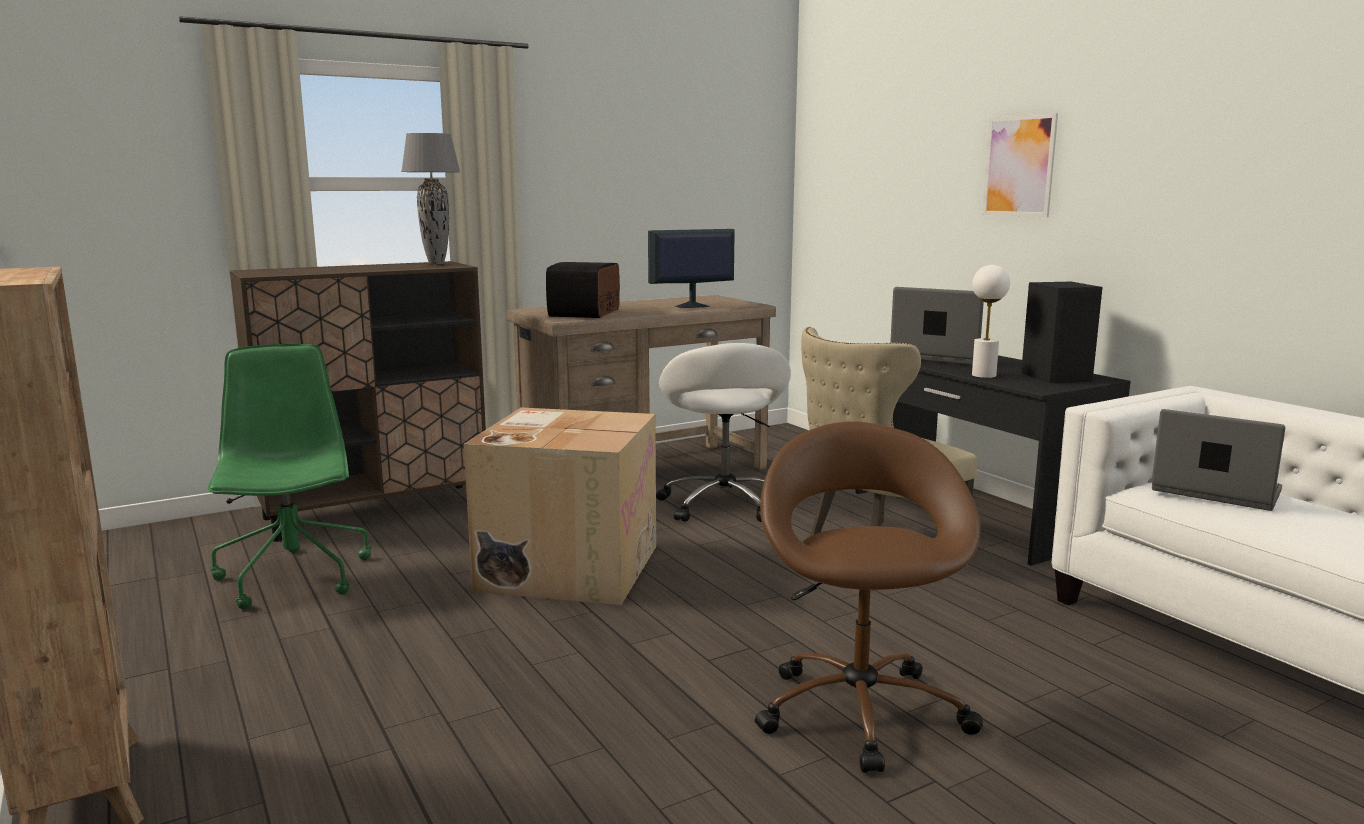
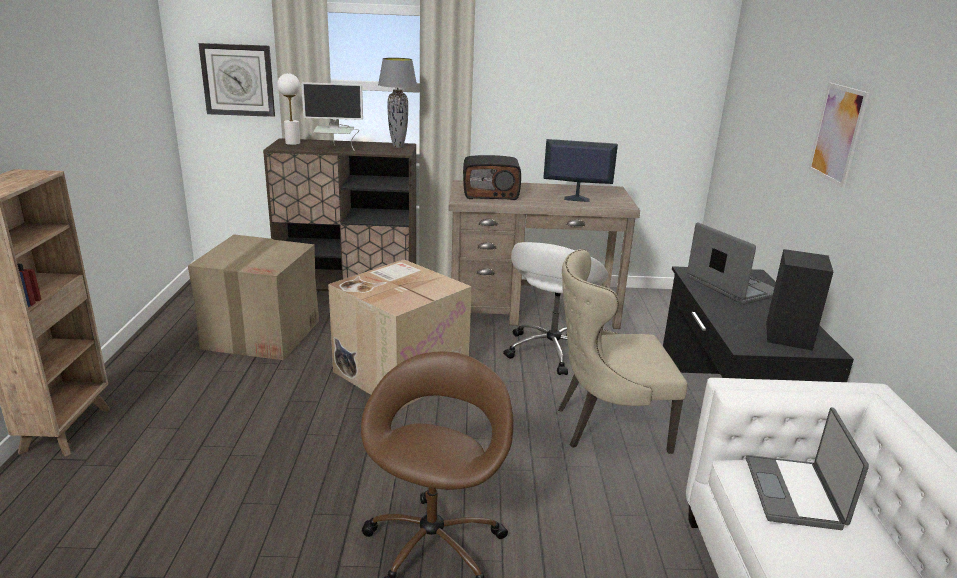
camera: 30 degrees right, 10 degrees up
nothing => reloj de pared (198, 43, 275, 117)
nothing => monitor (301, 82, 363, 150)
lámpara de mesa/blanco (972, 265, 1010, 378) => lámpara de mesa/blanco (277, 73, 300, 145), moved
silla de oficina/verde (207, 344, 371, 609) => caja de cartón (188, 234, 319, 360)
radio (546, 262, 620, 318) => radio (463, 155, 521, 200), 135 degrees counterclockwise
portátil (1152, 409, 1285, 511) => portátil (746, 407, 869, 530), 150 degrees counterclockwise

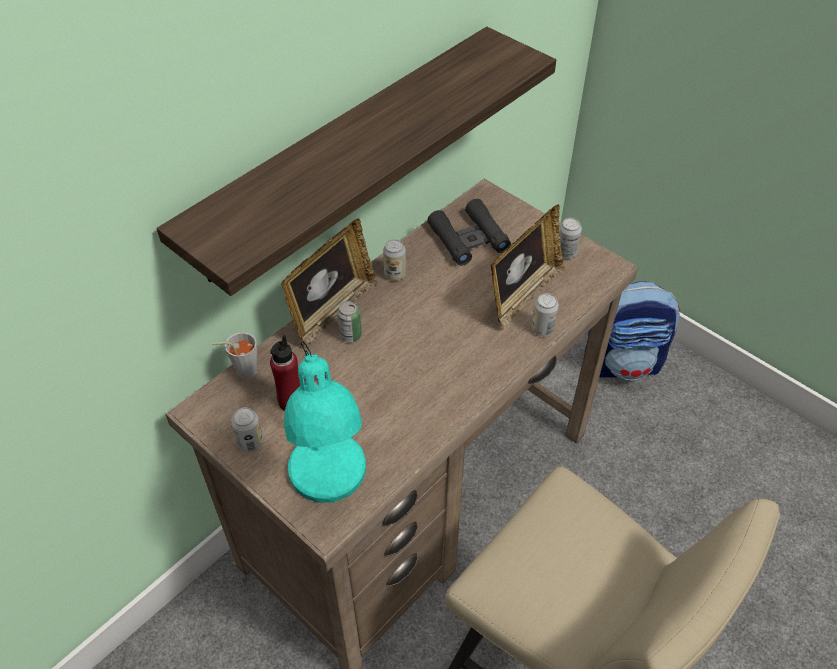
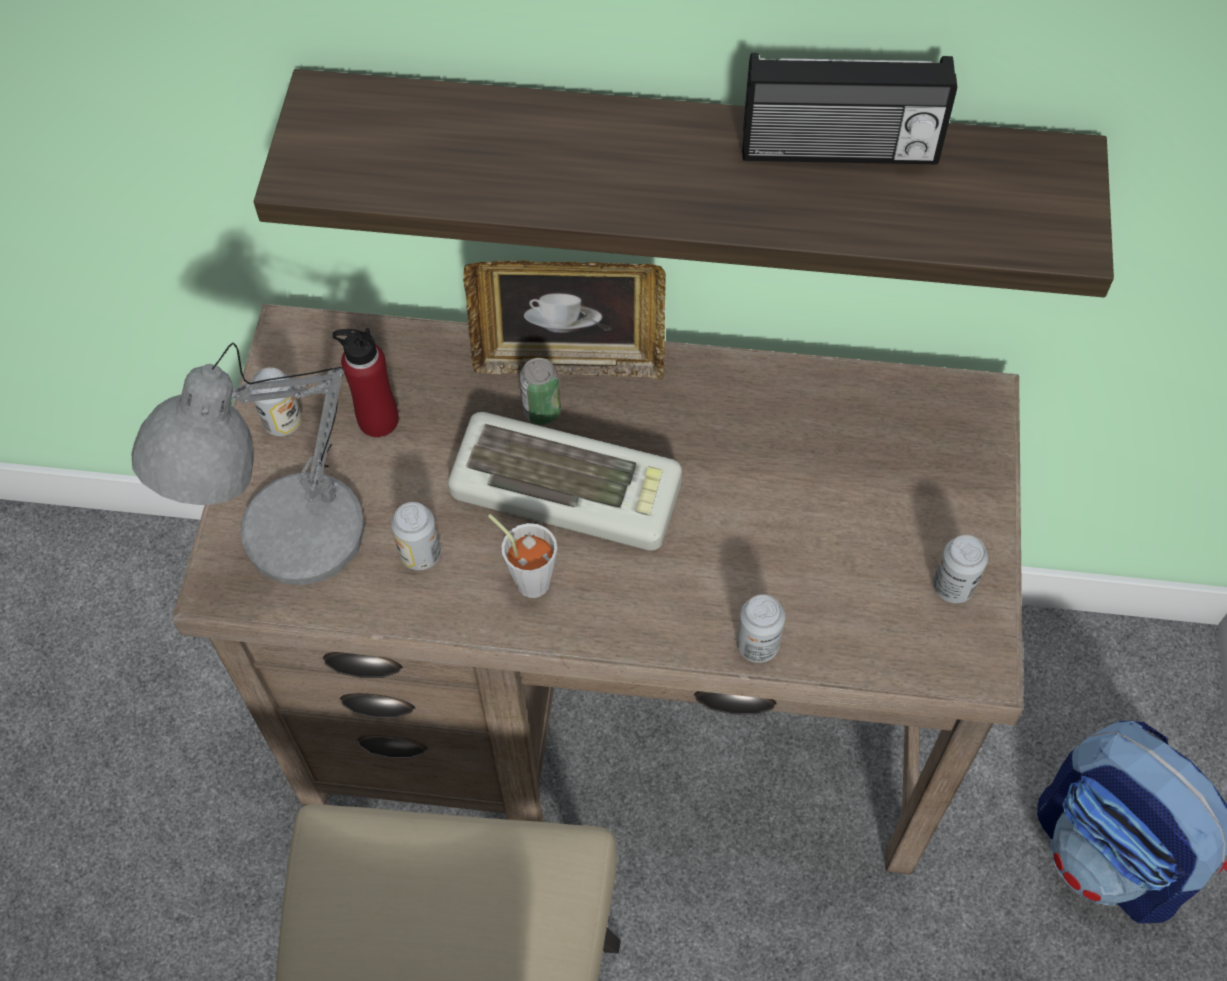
camera: 55 degrees right, 10 degrees up
prismáticos/negro (427, 199, 511, 266) => nothing
portarretratos (491, 205, 565, 329) => nothing
nothing => teclado (448, 412, 682, 551)
nothing => radio (742, 53, 957, 165)
taza/gris (212, 332, 257, 379) => taza/gris (488, 514, 557, 598), moved
lata (383, 239, 406, 281) => lata (391, 502, 441, 570), moved
lámpara de mesa/turquesa (284, 341, 366, 503) => lámpara de mesa/gris (132, 343, 365, 585)

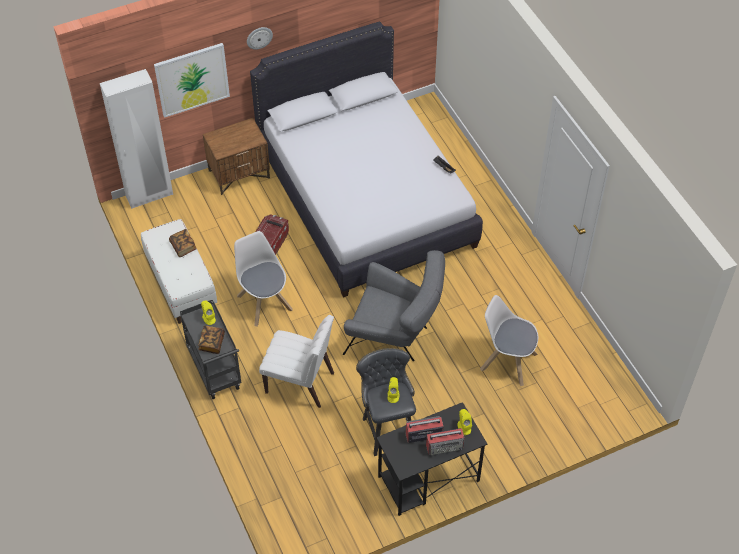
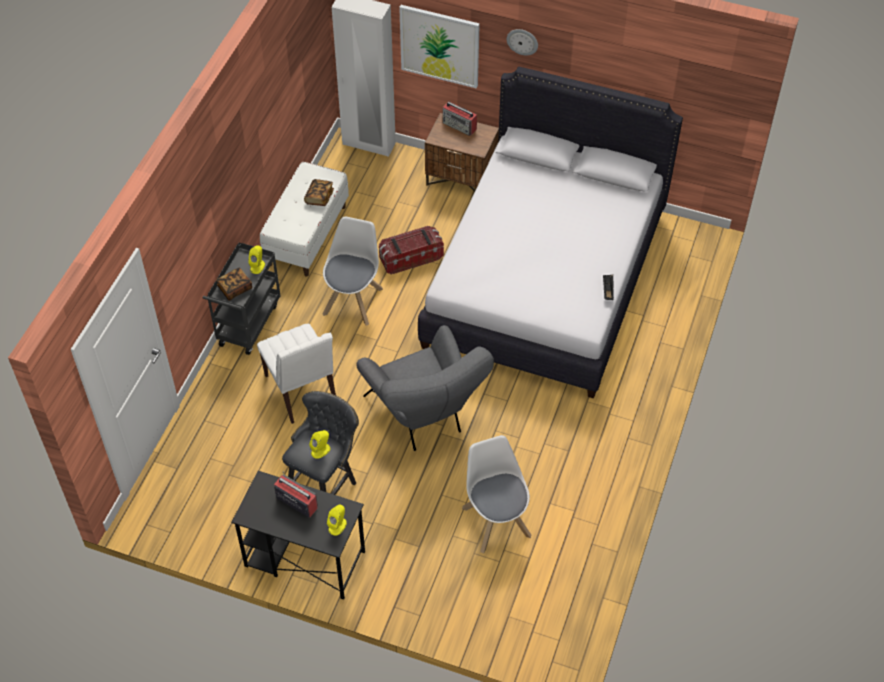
camera: 45 degrees right, 0 degrees up
radio (426, 428, 465, 456) => radio (443, 101, 477, 136), moved

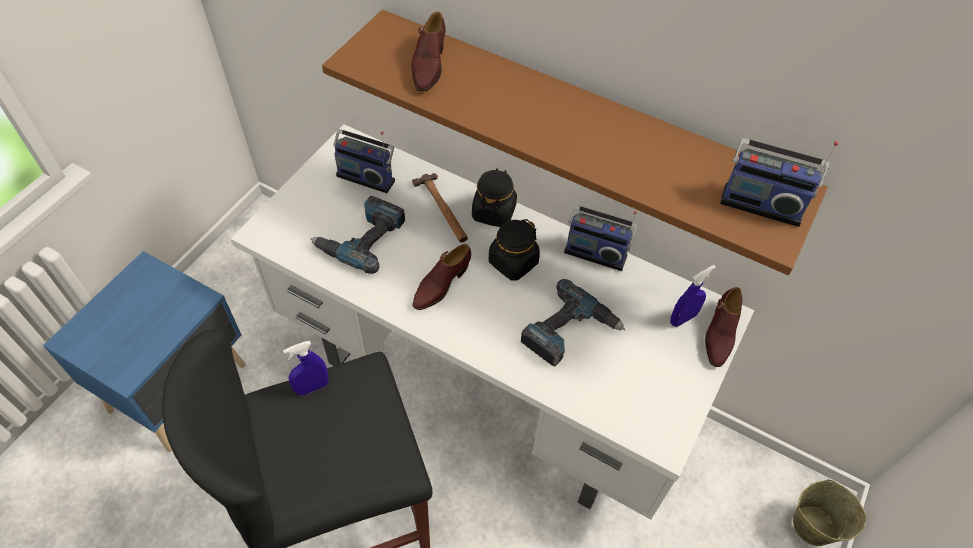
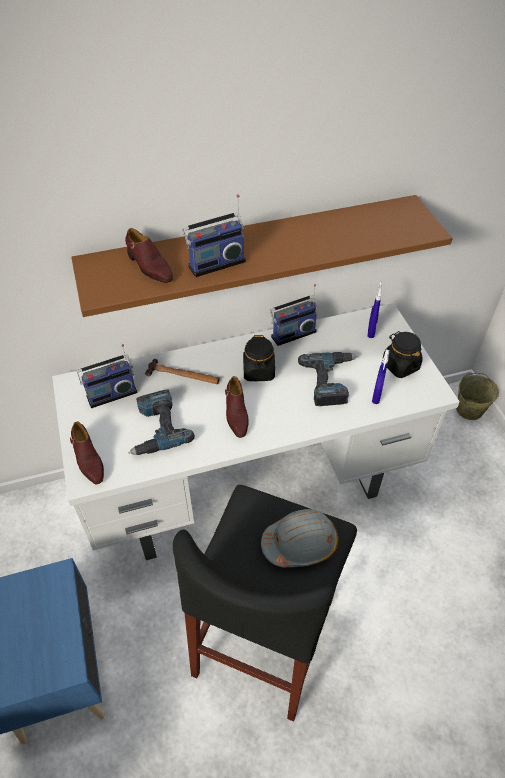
camera: 45 degrees left, 5 degrees down
nothing => casco/gris (261, 509, 338, 567)
pulverizador/azul (283, 341, 329, 396) => pulverizador/azul (372, 350, 389, 404), moved
tarro/negro (472, 168, 517, 227) => tarro/negro (382, 331, 422, 378), moved
zapato/marrón (705, 287, 742, 367) => zapato/marrón (70, 421, 104, 484), moved
radio (720, 138, 839, 227) => radio (182, 194, 246, 277), moved

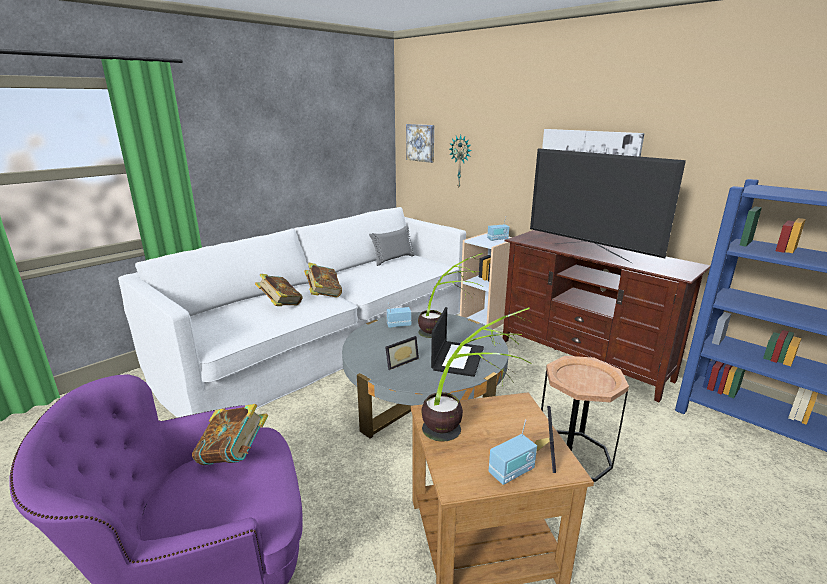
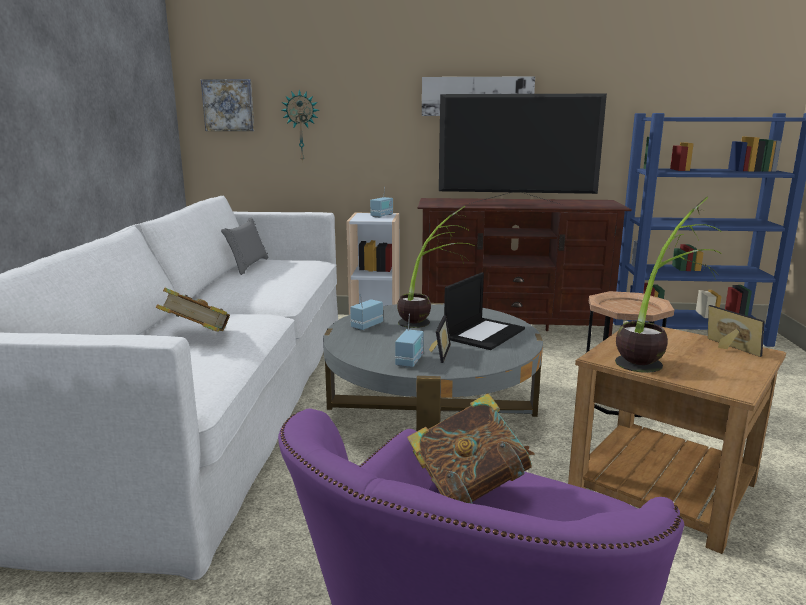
camera: 40 degrees left, 5 degrees down
libro (304, 263, 342, 297) => nothing
radio (489, 420, 537, 485) => radio (395, 314, 424, 368), moved
portátil (431, 307, 484, 377) => portátil (444, 272, 525, 350), 60 degrees clockwise

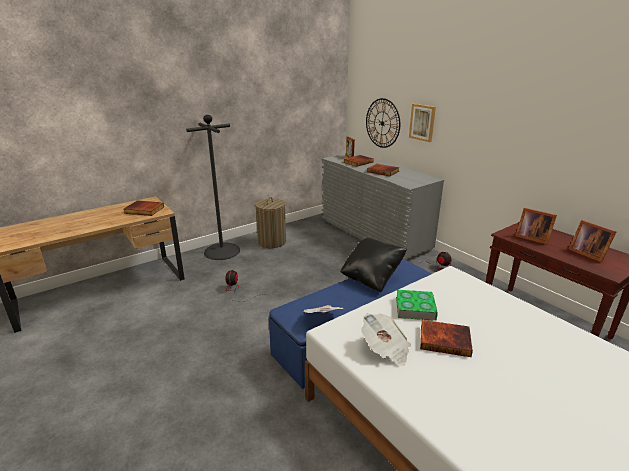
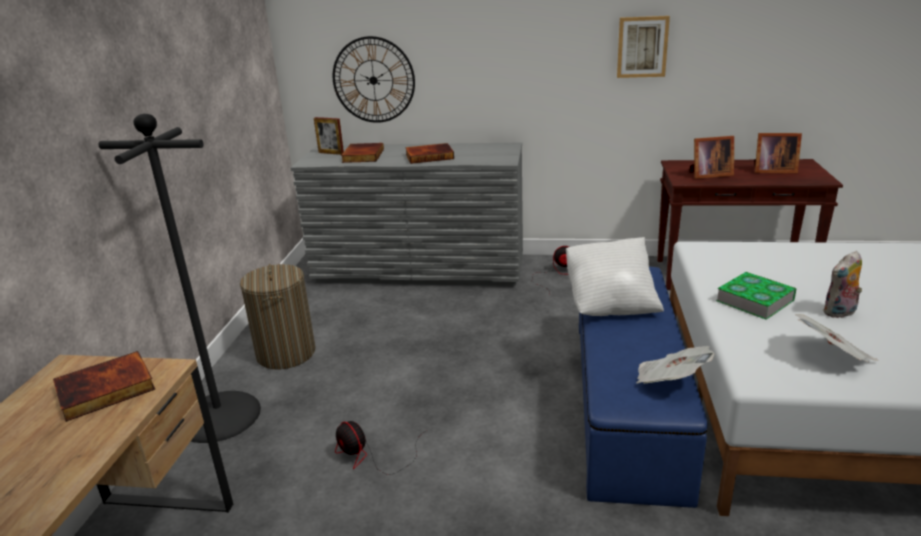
camera: 45 degrees left, 0 degrees up
cuadro (409, 104, 436, 142) => cuadro (617, 16, 670, 78), moved
libro (420, 320, 473, 357) => peluche (823, 251, 862, 318)
cojín/negro (340, 238, 407, 292) => cojín/blanco (566, 237, 664, 316)

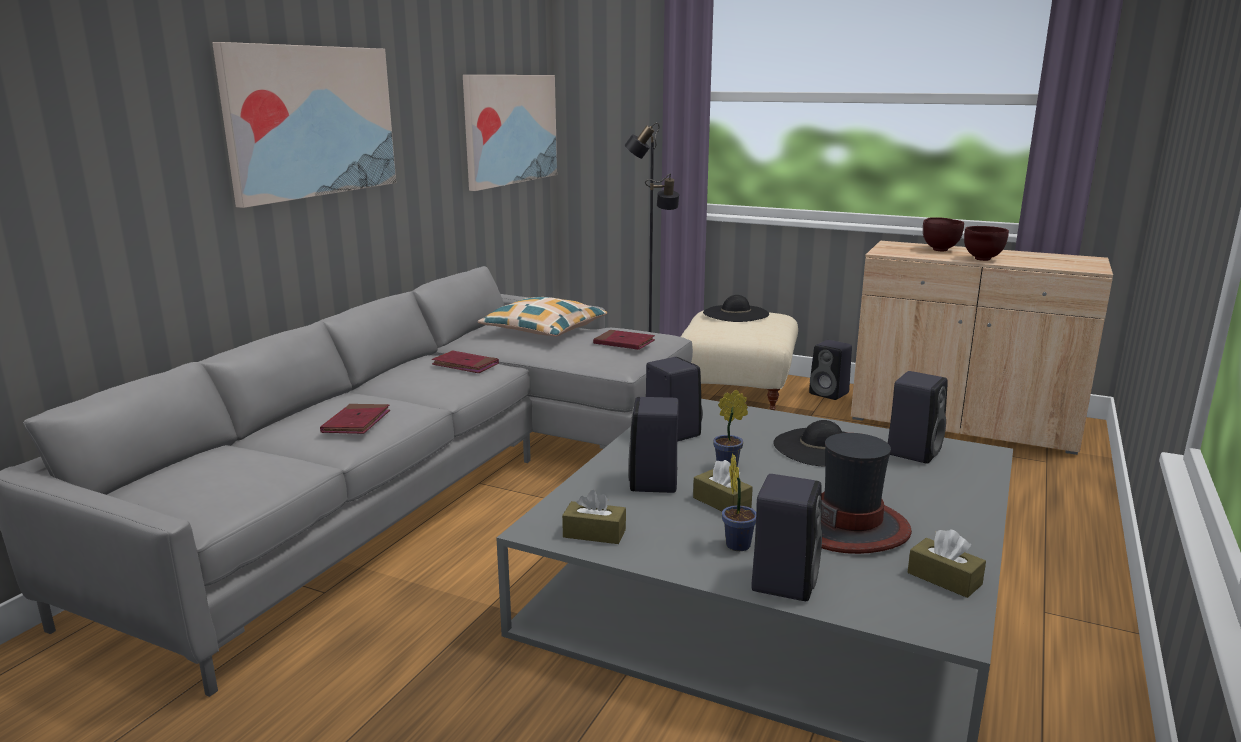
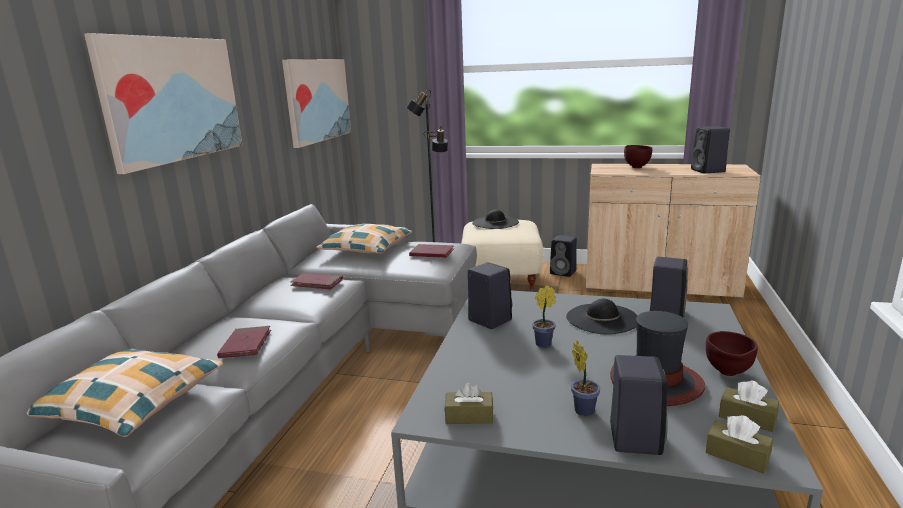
camera: 10 degrees left, 0 degrees up
nothing => cojín (27, 349, 223, 437)
altavoz/negro (628, 397, 679, 493) => altavoz/negro (691, 126, 730, 173), moved
caja de pañuelos/marrón (693, 460, 753, 511) => caja de pañuelos/marrón (706, 415, 773, 474), moved
cuenco/marrón (964, 226, 1009, 261) => cuenco/marrón (706, 331, 758, 376), moved

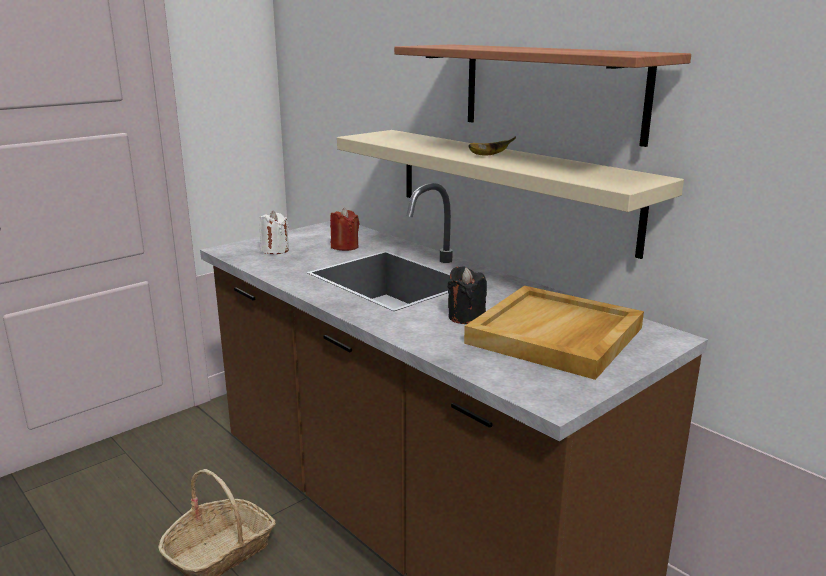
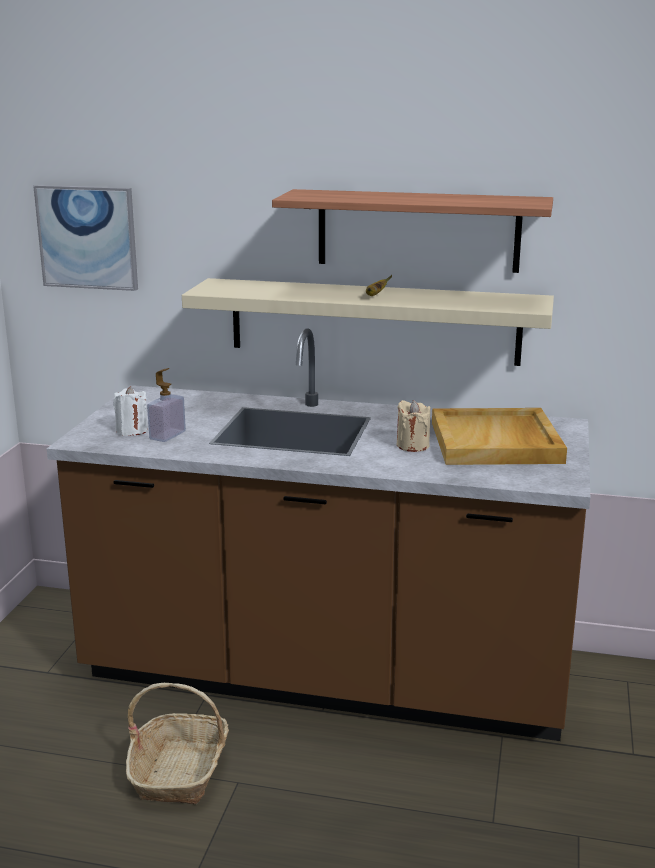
camera: 35 degrees left, 0 degrees up
vela/rojo (330, 208, 360, 251) => nothing
nothing => cuadro (33, 185, 138, 291)
nothing => dispensador de jabón (147, 368, 186, 442)
vela/negro (448, 266, 487, 324) => vela/beis (397, 400, 430, 452)

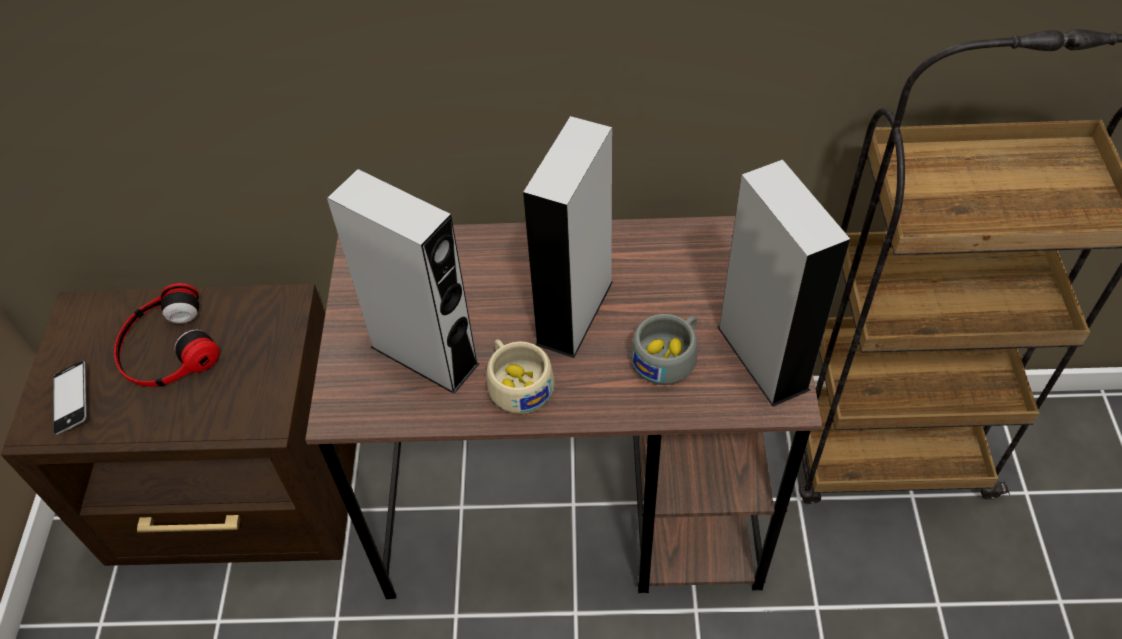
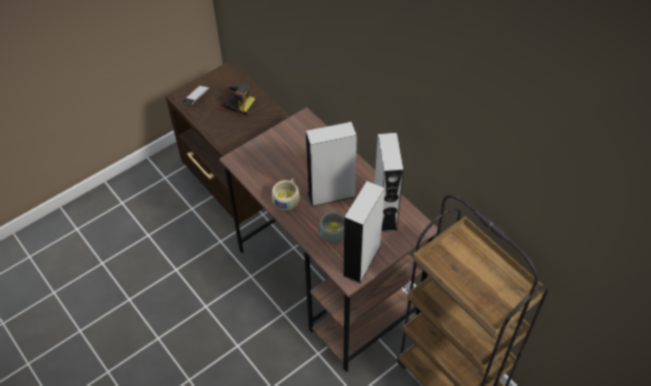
camera: 50 degrees right, 0 degrees up
altavoz/gris (327, 169, 479, 394) => altavoz/gris (375, 133, 404, 232), moved
auriculares (114, 283, 219, 387) => cámara (216, 81, 256, 115)

